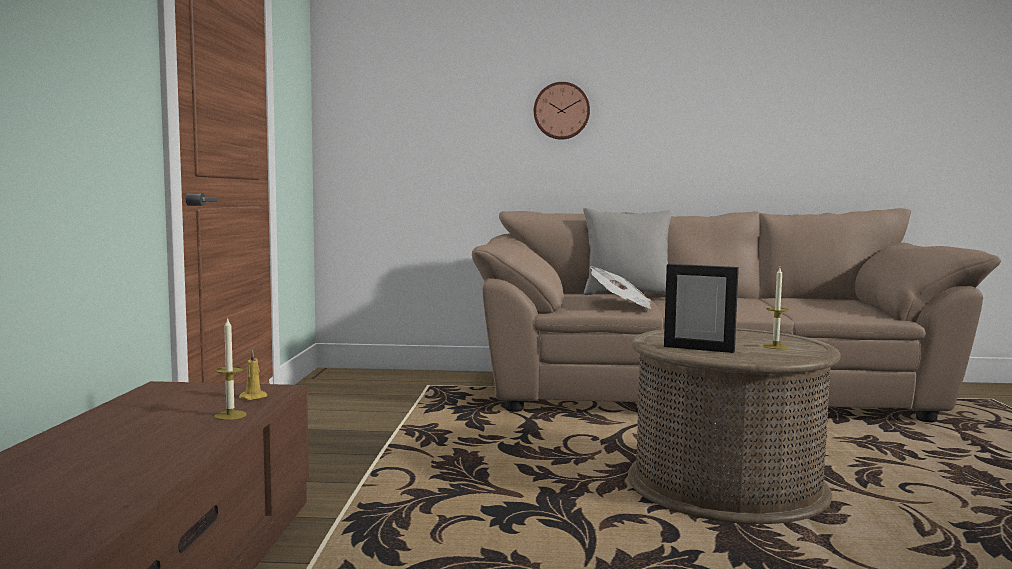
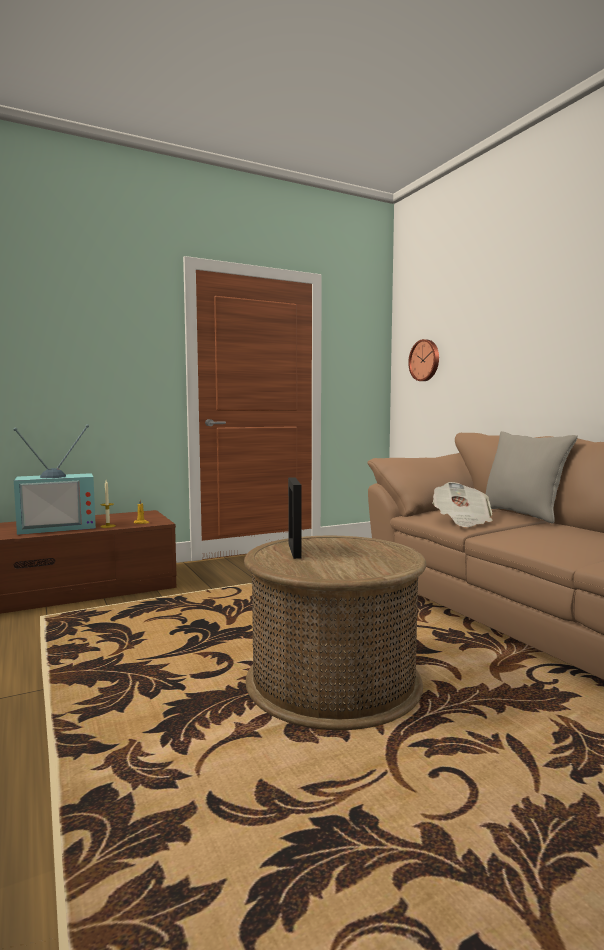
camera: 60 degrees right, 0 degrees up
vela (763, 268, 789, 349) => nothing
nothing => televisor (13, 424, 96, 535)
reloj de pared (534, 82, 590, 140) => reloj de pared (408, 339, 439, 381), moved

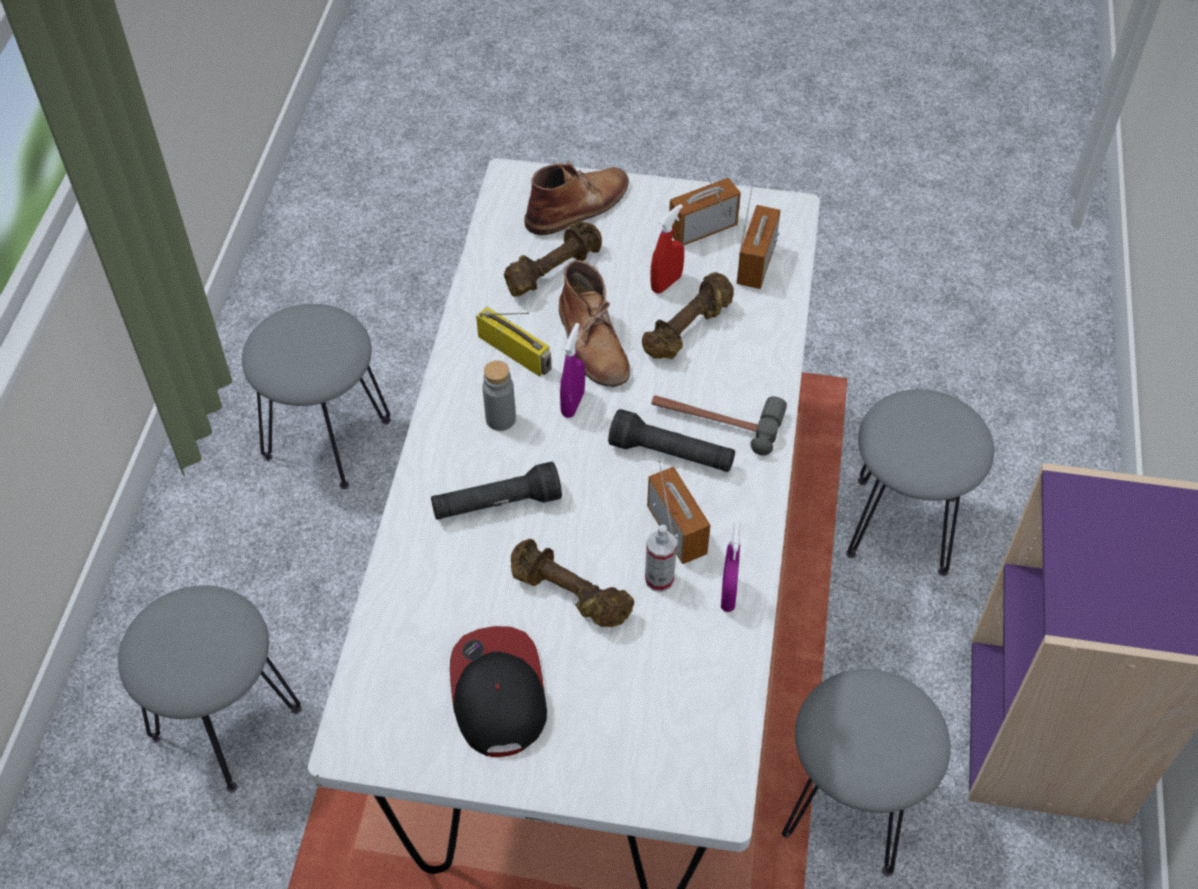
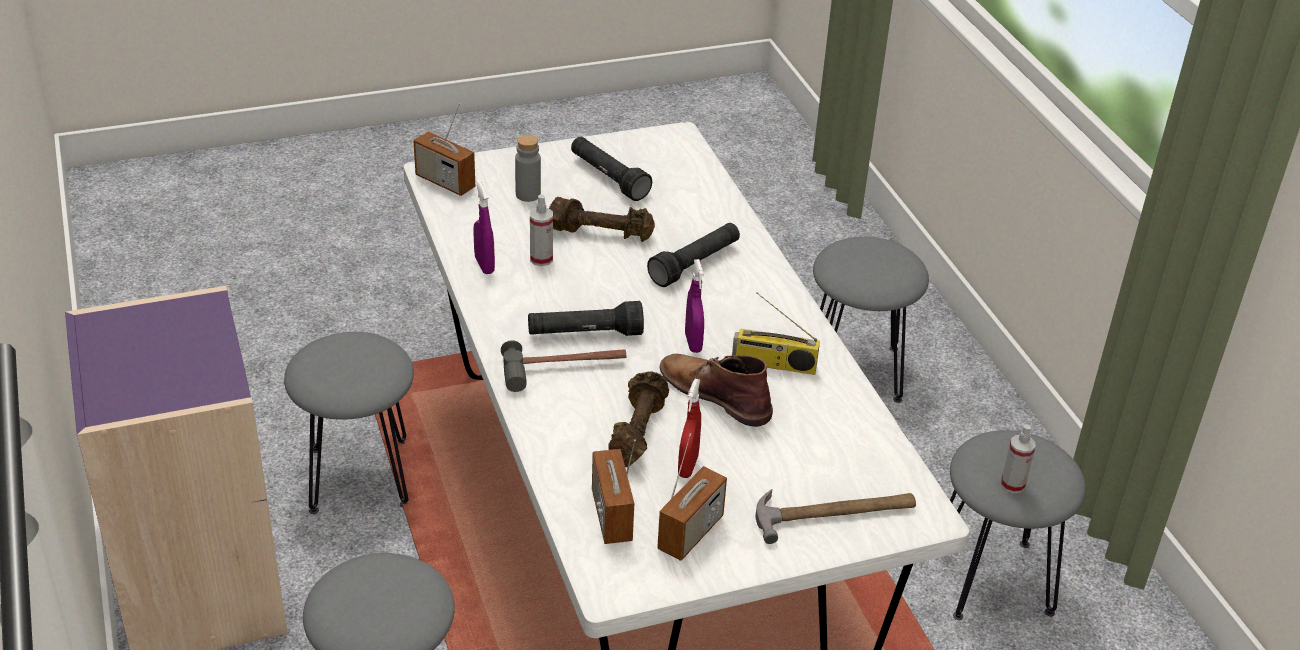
camera: 150 degrees right, 15 degrees down
mancuerna/marrón (504, 221, 602, 297) => nothing
nothing => pulverizador (1001, 424, 1036, 493)
botella/gris (483, 360, 516, 431) => botella/gris (515, 135, 541, 202), moved
radio (647, 459, 711, 564) => radio (413, 103, 475, 196), moved
gorra (450, 626, 547, 757) => linterna/negro (571, 137, 652, 201)
bota/marrón (525, 161, 629, 235) => martillo (755, 489, 916, 544)

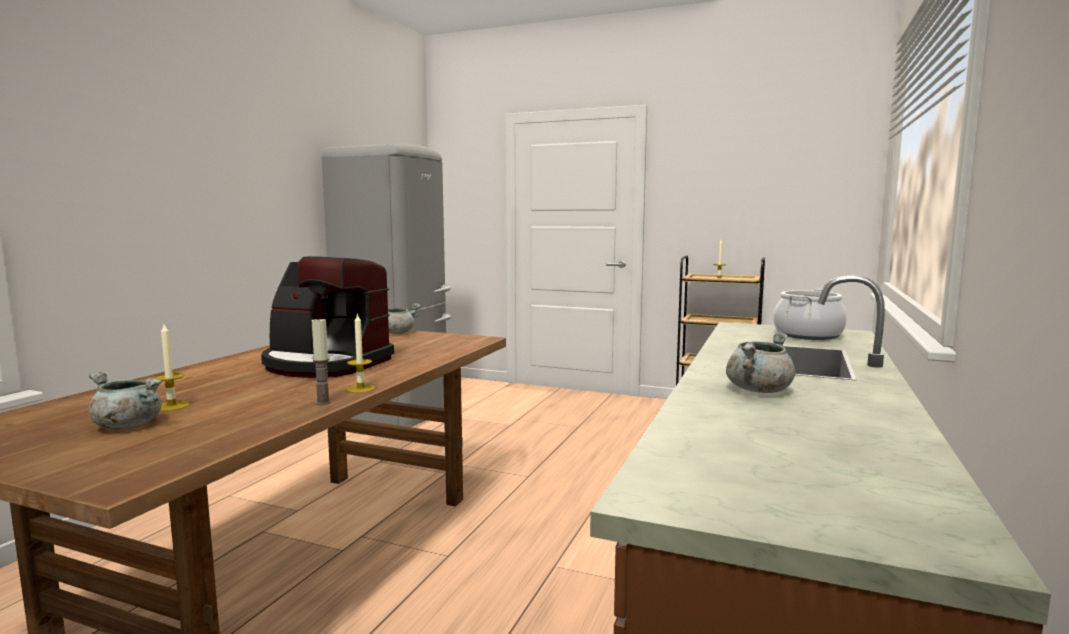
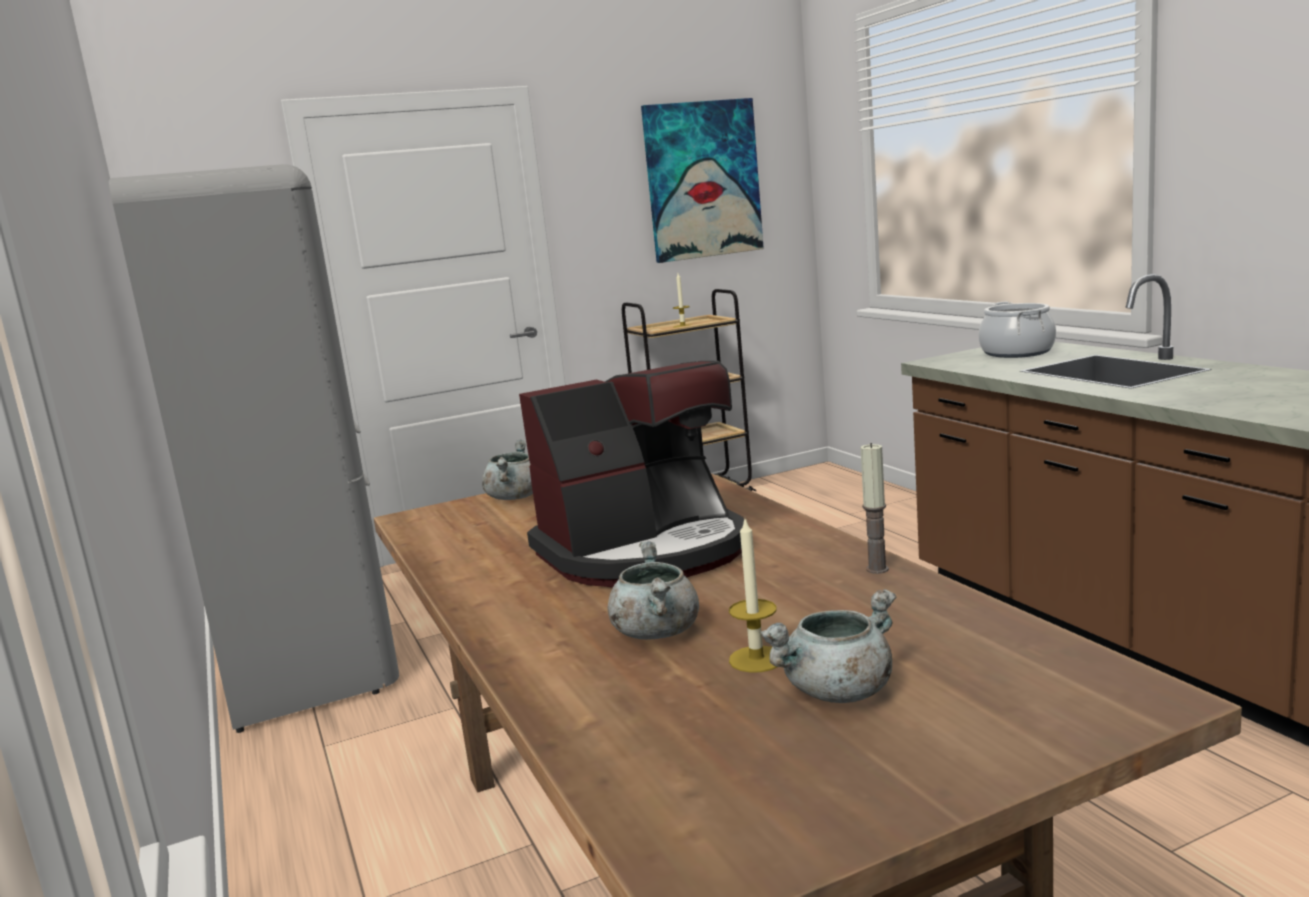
camera: 45 degrees left, 5 degrees up
vela (346, 313, 376, 393) => nothing
nothing => cuadro (641, 98, 764, 263)
olla/gris (726, 331, 795, 393) => olla/gris (607, 541, 699, 640), moved

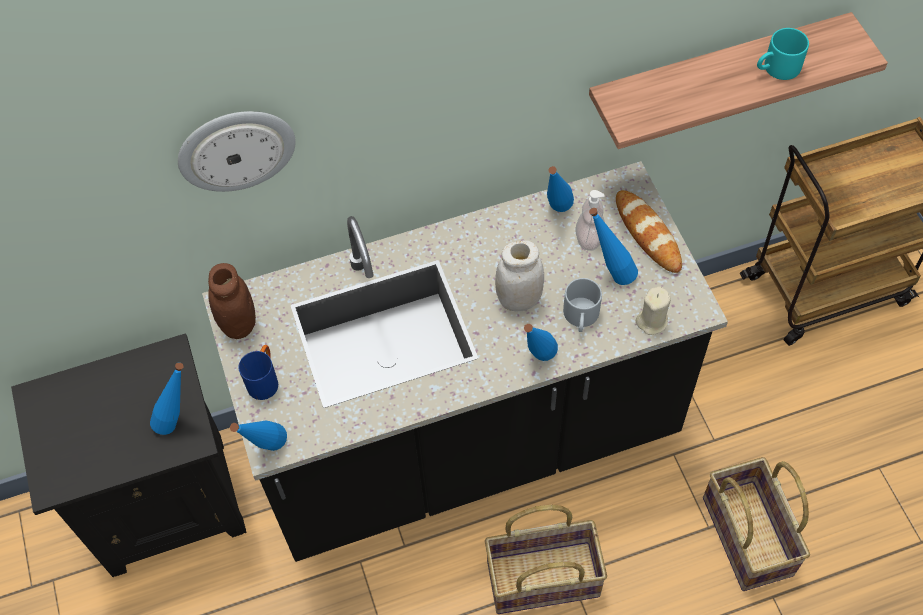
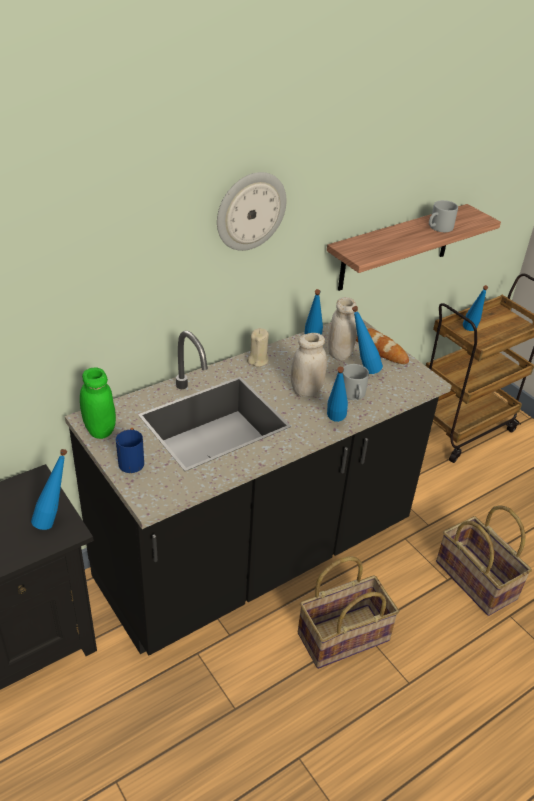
camera: 20 degrees left, 20 degrees down
reloj de pared (178, 111, 296, 192) => reloj de pared (217, 172, 287, 251), moved
botella/azul (230, 421, 287, 451) => botella/azul (463, 285, 488, 331), moved
vela/beis (636, 286, 671, 335) => vela/beis (247, 328, 269, 367), moved
dispensador de jabón (576, 190, 605, 251) => tarro/blanco (328, 297, 357, 360)
tarro/marrón (208, 263, 256, 339) => tarro/verde (80, 367, 116, 439)
taza grande/turquesa (757, 28, 809, 80) => taza grande/gris (429, 200, 458, 232)

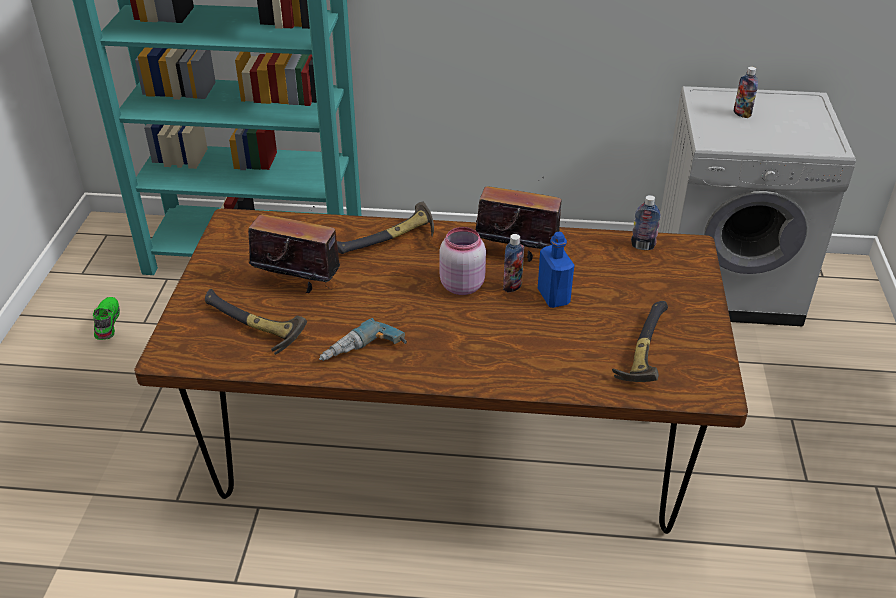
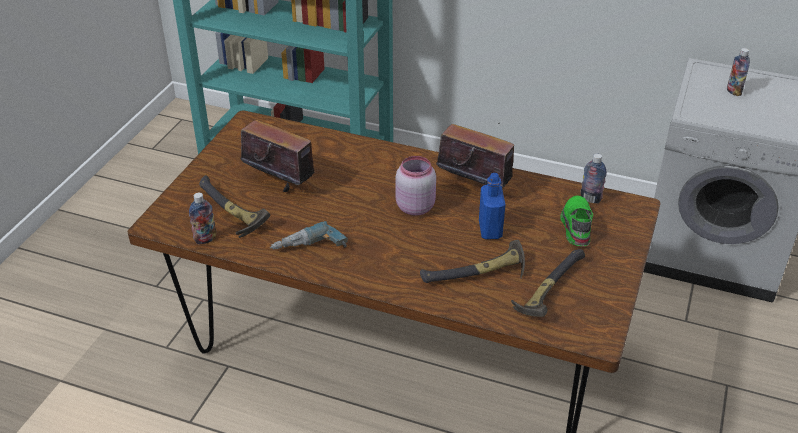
camera: 15 degrees right, 0 degrees up
zapato/verde (93, 297, 120, 340) => zapato/verde (560, 196, 593, 246), moved
martillo (337, 201, 434, 254) => martillo (420, 240, 525, 283), moved
botella (503, 234, 524, 293) => botella (189, 193, 216, 244), moved

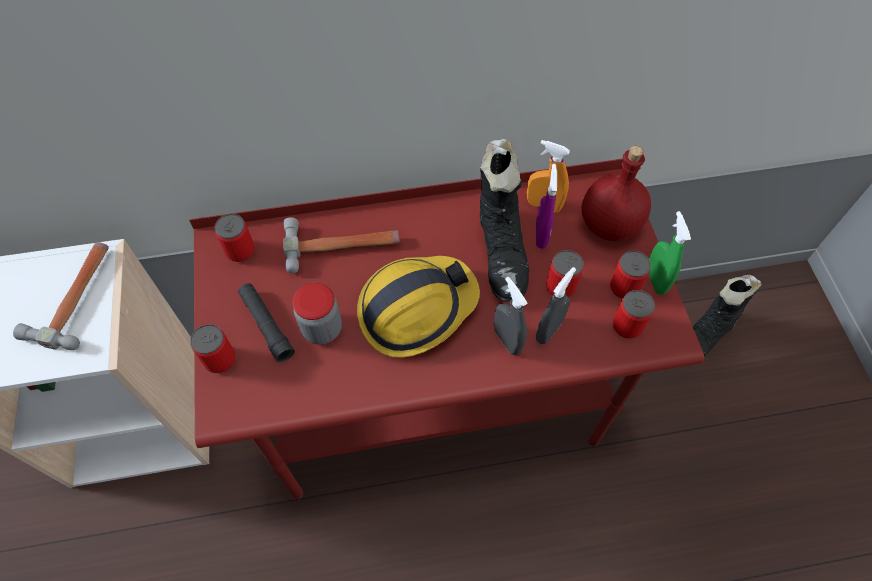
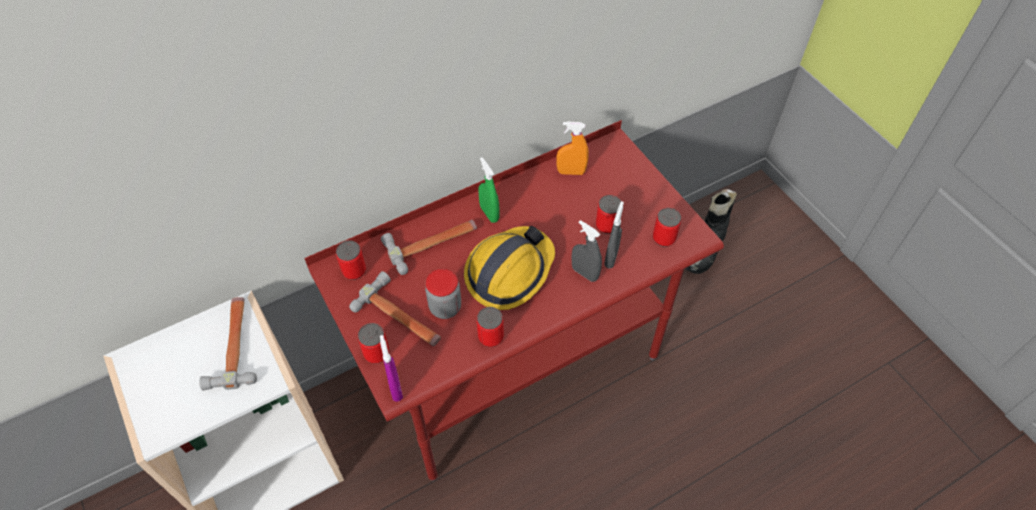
camera: 20 degrees left, 5 degrees down
bota/negro (480, 139, 529, 302) => nothing
botella/rojo (582, 146, 651, 241) => nothing
pulverizador/morado (536, 164, 557, 249) => pulverizador/morado (380, 335, 403, 402), moved
lata (610, 251, 651, 298) => lata (477, 307, 504, 347), moved
pulverizador/verde (649, 211, 691, 295) => pulverizador/verde (478, 157, 500, 223), moved
linterna/negro (238, 283, 295, 362) => martillo (349, 271, 441, 346)

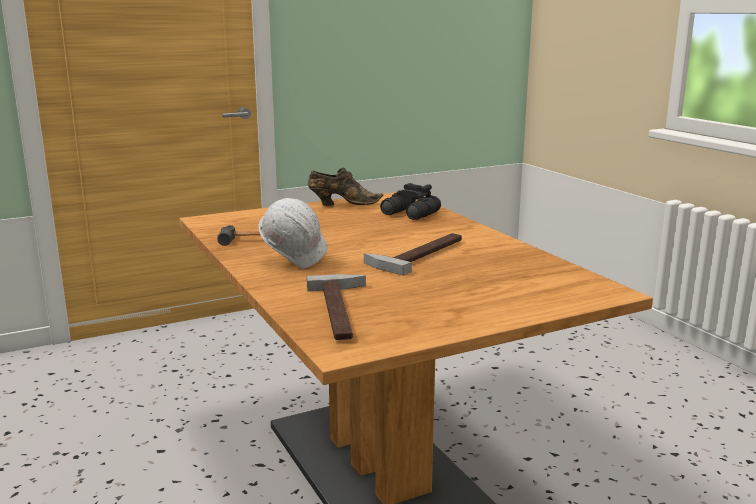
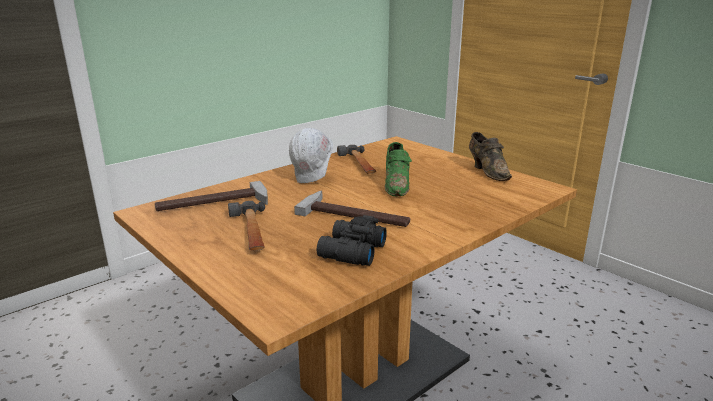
camera: 75 degrees right, 5 degrees up
nothing => martillo (228, 201, 265, 251)
nothing => zapato/verde (385, 142, 412, 196)
prismáticos/negro (380, 183, 441, 220) => prismáticos/negro (317, 215, 387, 266), moved

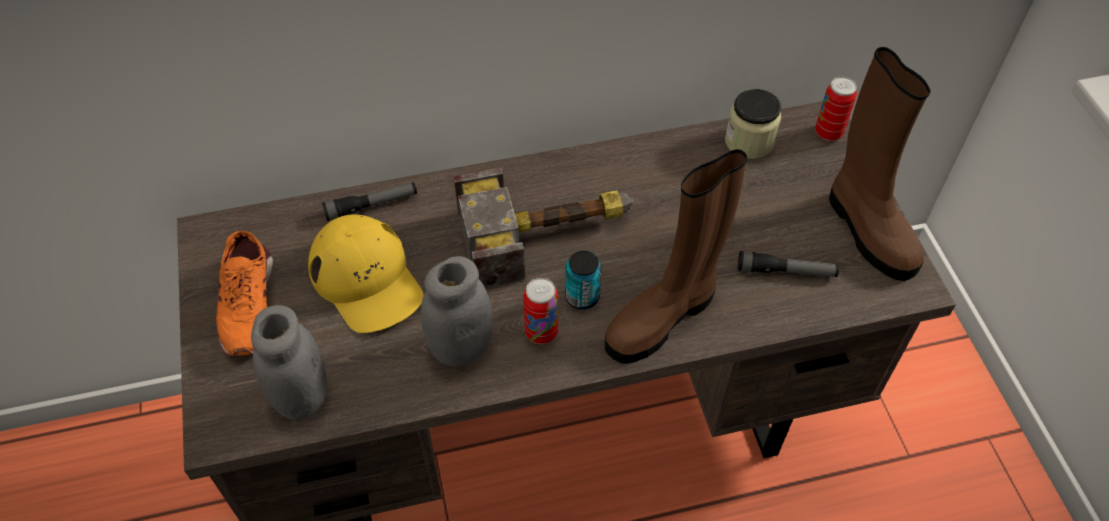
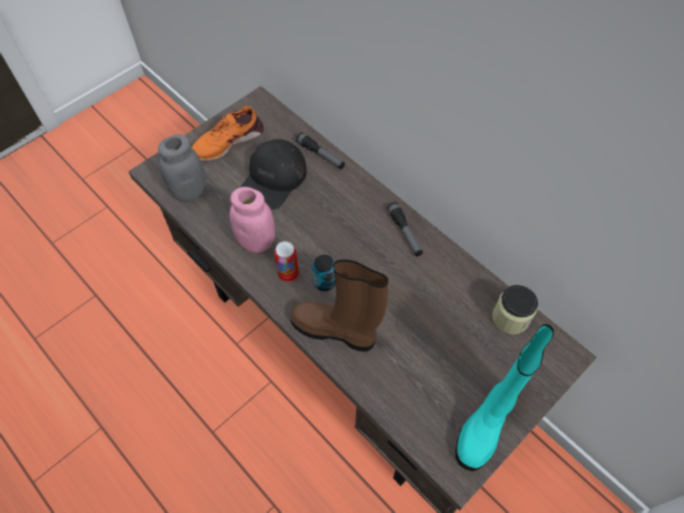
camera: 60 degrees right, 5 degrees up
martillo (453, 168, 634, 288) => nothing
lata (815, 77, 857, 141) => nothing
linterna (738, 251, 839, 277) => linterna (387, 202, 423, 256), moved
gorra/amarillo (308, 214, 424, 333) => gorra/negro (241, 139, 307, 210)
tarro/gris (421, 256, 493, 366) => tarro/rosa (229, 187, 275, 253)
bota/marrón (829, 47, 930, 281) => bota/turquesa (455, 324, 554, 471)

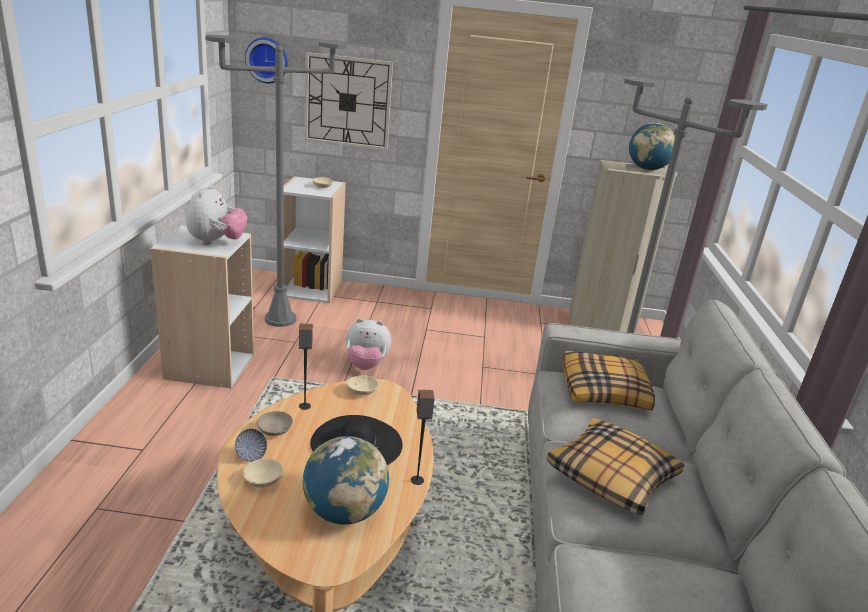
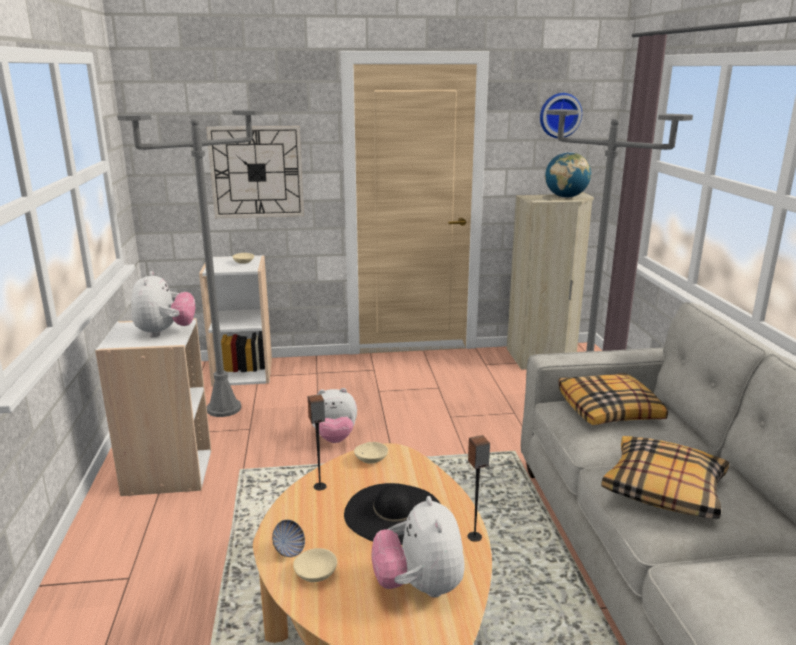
camera: 10 degrees left, 5 degrees down
cuenco/beis (257, 411, 293, 436) => nothing
reloj de pared (245, 37, 288, 84) => reloj de pared (540, 93, 582, 138), moved
globo terráqueo (302, 436, 389, 524) => peluche (372, 496, 465, 598)

